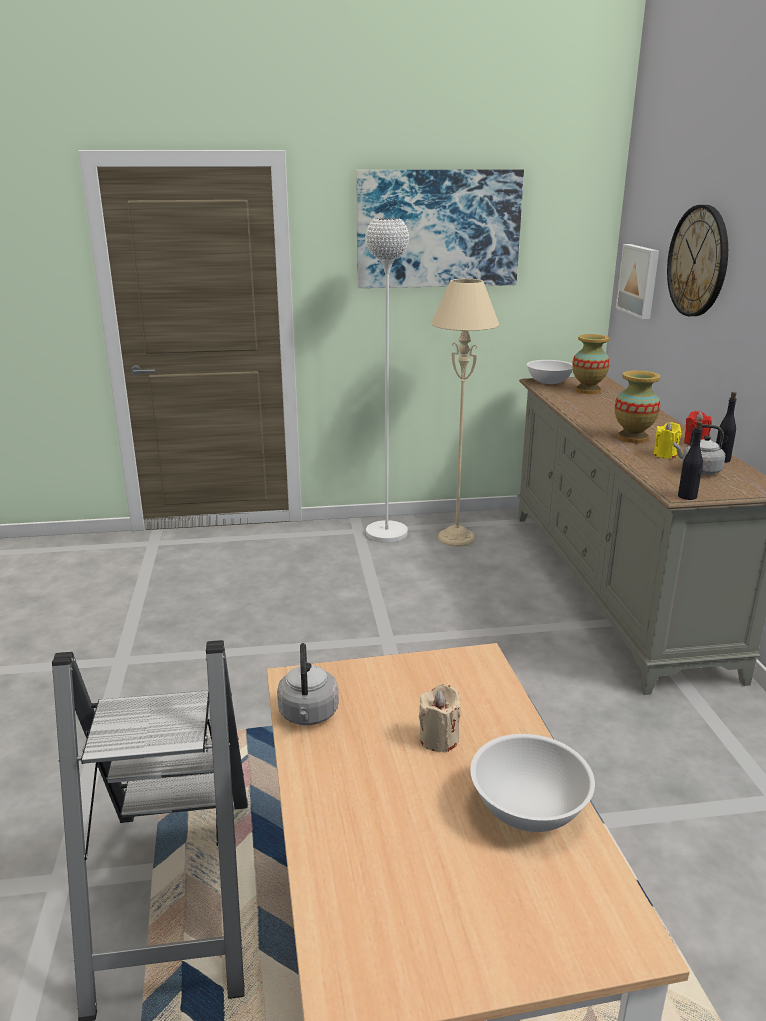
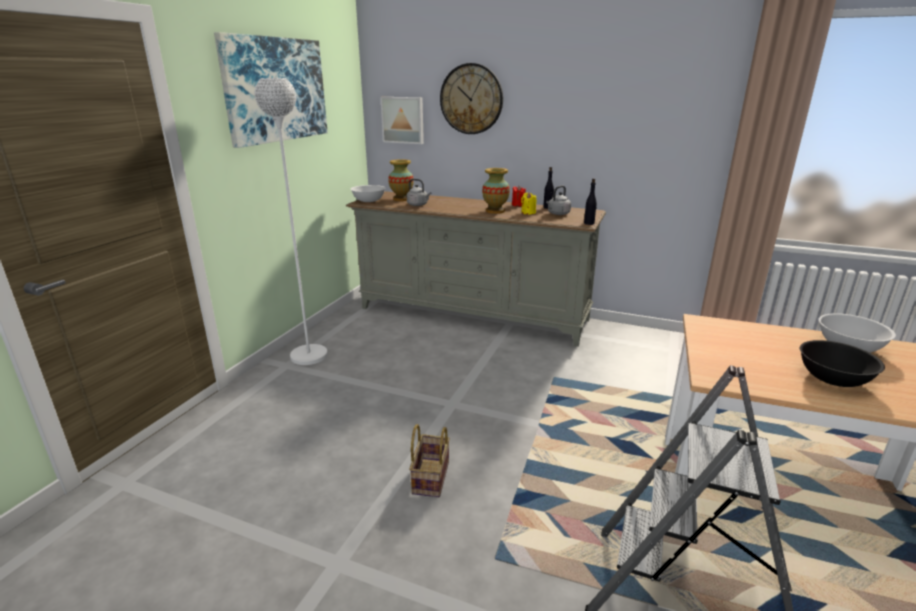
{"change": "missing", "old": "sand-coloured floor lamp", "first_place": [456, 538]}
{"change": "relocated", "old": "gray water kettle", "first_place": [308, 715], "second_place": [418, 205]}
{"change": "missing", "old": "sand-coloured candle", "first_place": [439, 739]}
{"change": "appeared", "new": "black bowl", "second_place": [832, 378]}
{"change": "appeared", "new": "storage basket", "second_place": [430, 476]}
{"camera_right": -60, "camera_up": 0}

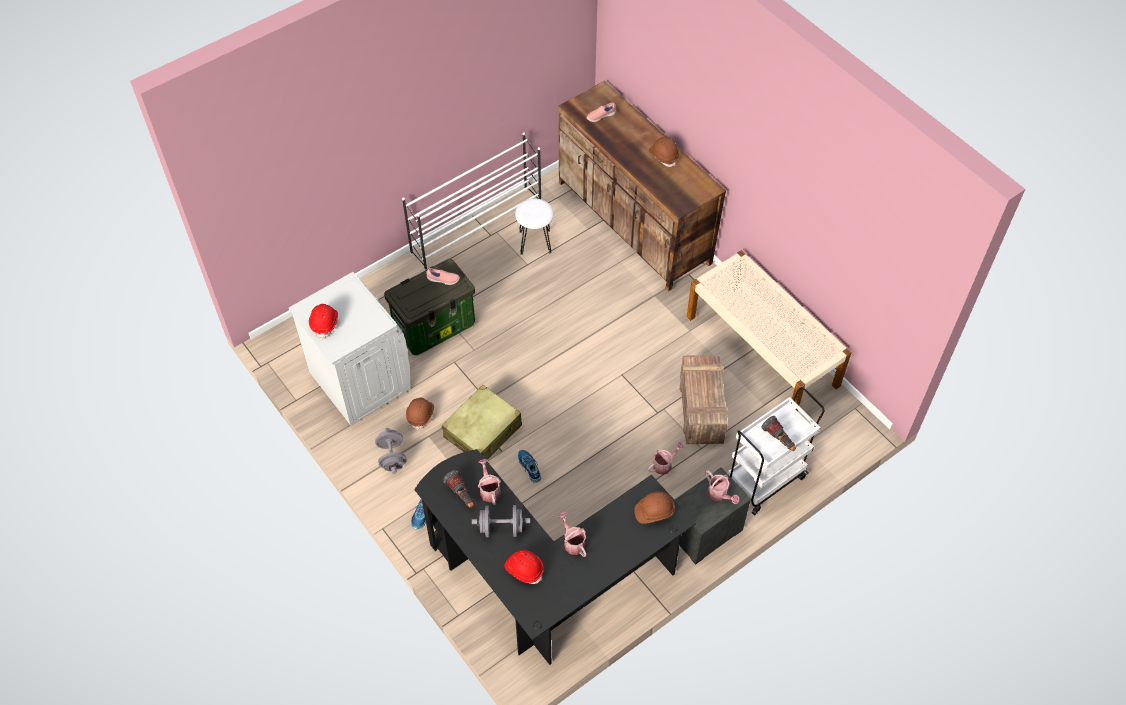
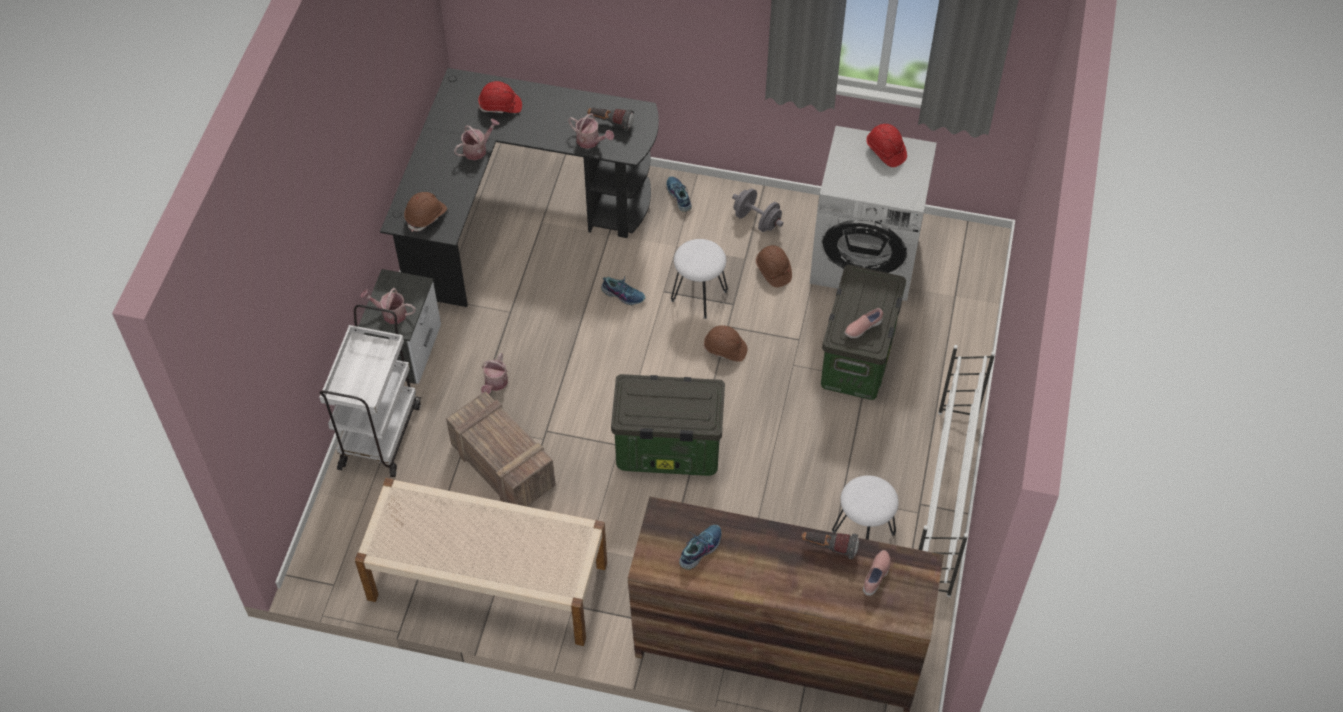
{"change": "relocated", "old": "brownish work helmet", "first_place": [663, 156], "second_place": [725, 349]}
{"change": "exchanged", "old": "sand-coloured piece of luggage", "new": "white stool seat", "first_place": [483, 431], "second_place": [699, 296]}
{"change": "relocated", "old": "hand torch", "first_place": [779, 440], "second_place": [829, 547]}
{"change": "missing", "old": "gray dumbbell", "first_place": [501, 528]}
{"change": "spun", "old": "watering pot", "first_place": [573, 542], "second_place": [477, 149], "degrees": -60}
{"change": "appeared", "new": "storage bin", "second_place": [666, 451]}
{"change": "appeared", "new": "low shoe", "second_place": [700, 549]}
{"camera_right": 140, "camera_up": 0}

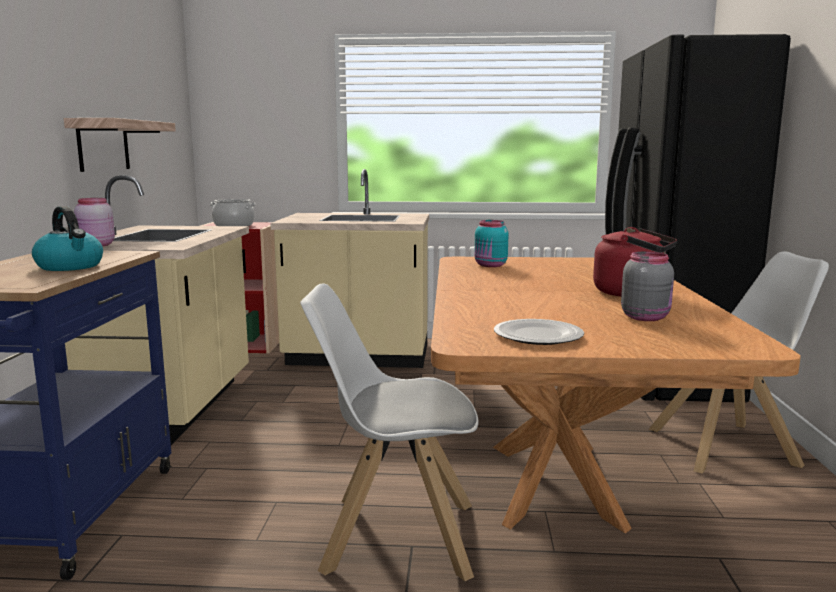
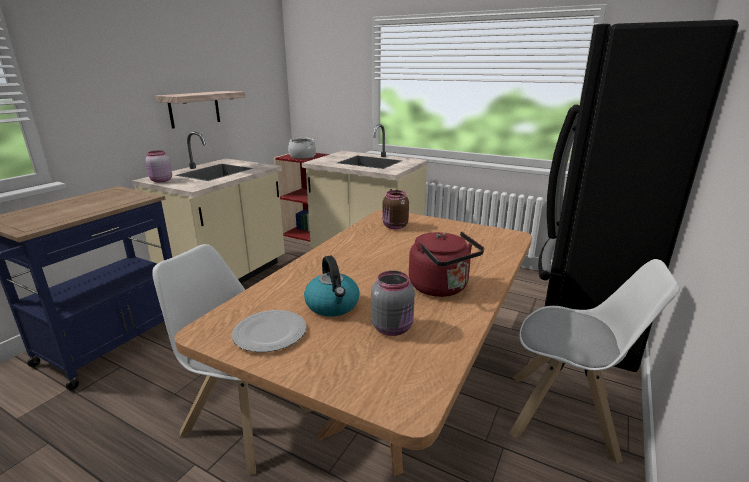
{"change": "relocated", "old": "water kettle", "first_place": [71, 266], "second_place": [333, 305]}
{"change": "colour", "old": "turquoise-coloured preserve jar", "new": "brownish preserve jar", "first_place": [490, 265], "second_place": [394, 226]}
{"camera_right": 25, "camera_up": 10}

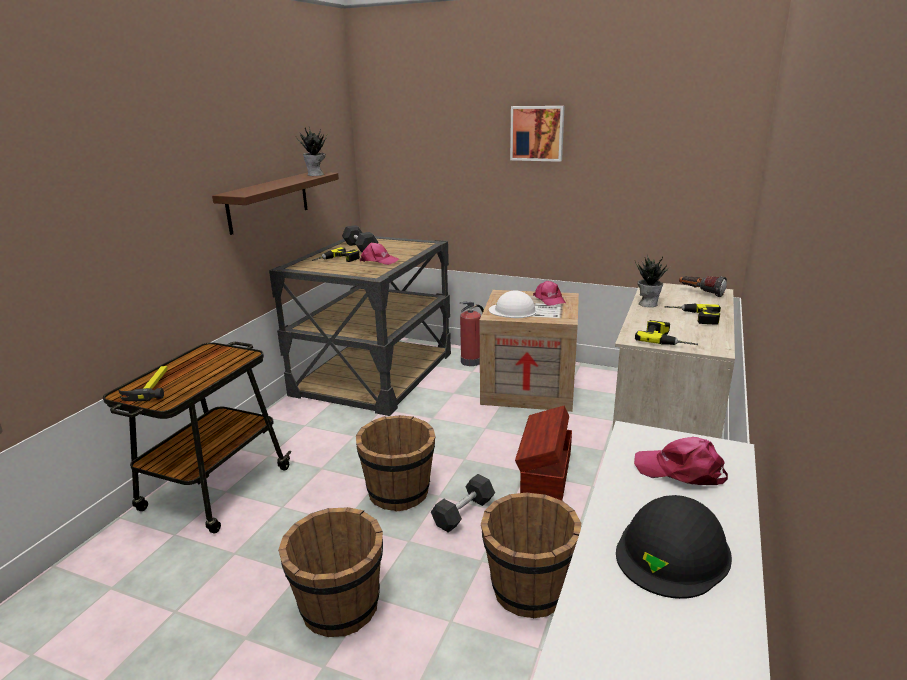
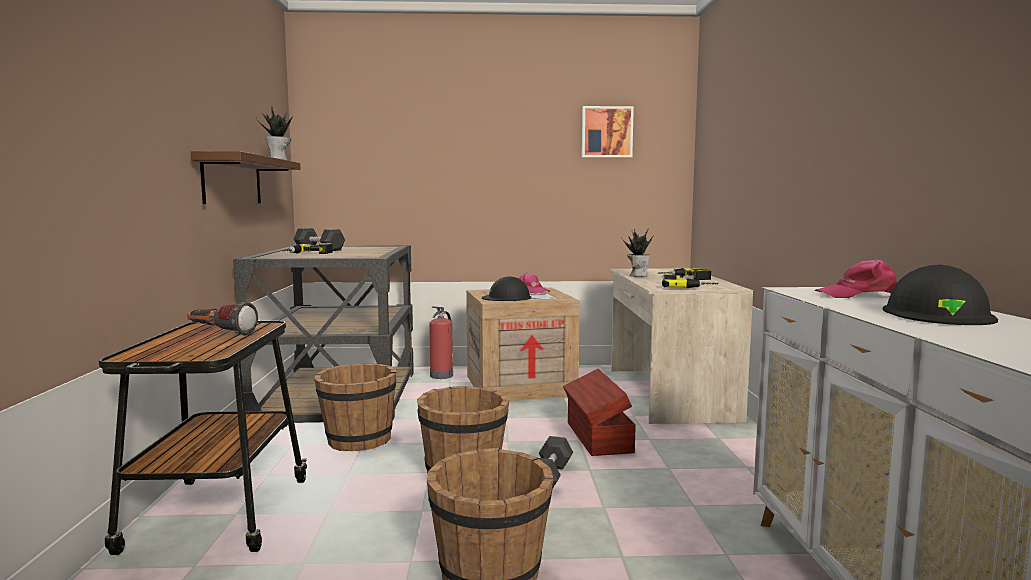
{"change": "relocated", "old": "wall picture", "first_place": [537, 133], "second_place": [606, 132]}
{"change": "missing", "old": "pinkish baseball cap", "first_place": [379, 261]}
{"change": "relocated", "old": "hand torch", "first_place": [700, 293], "second_place": [220, 333]}
{"change": "colour", "old": "white work helmet", "new": "black work helmet", "first_place": [513, 310], "second_place": [507, 297]}
{"change": "missing", "old": "hammer", "first_place": [151, 386]}
{"change": "relocated", "old": "brownish water bucket", "first_place": [528, 590], "second_place": [358, 440]}
{"camera_right": -25, "camera_up": -15}

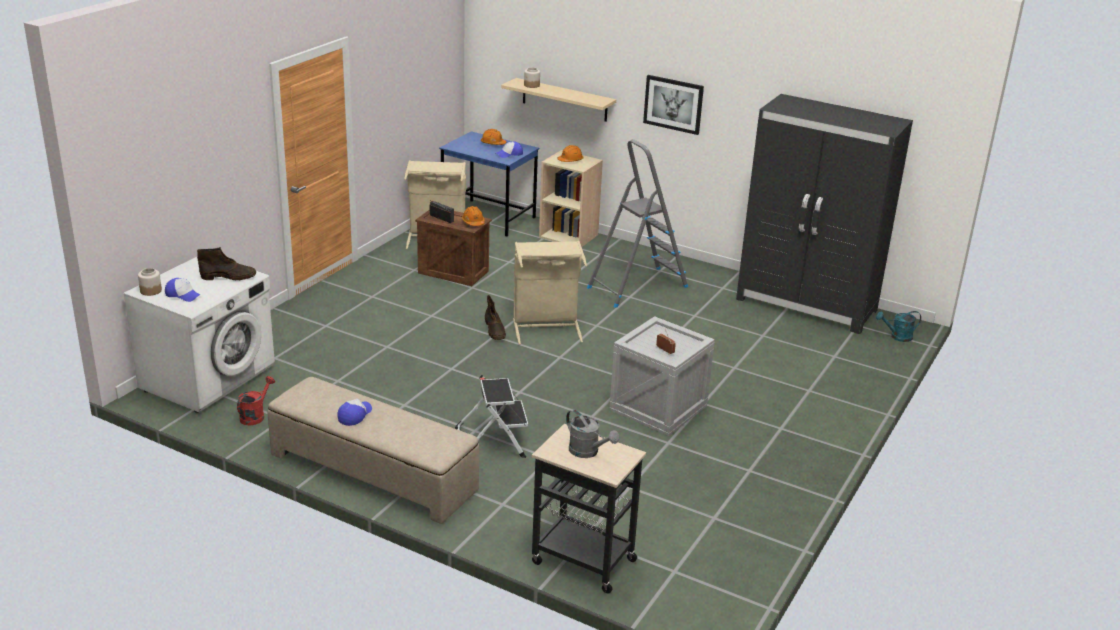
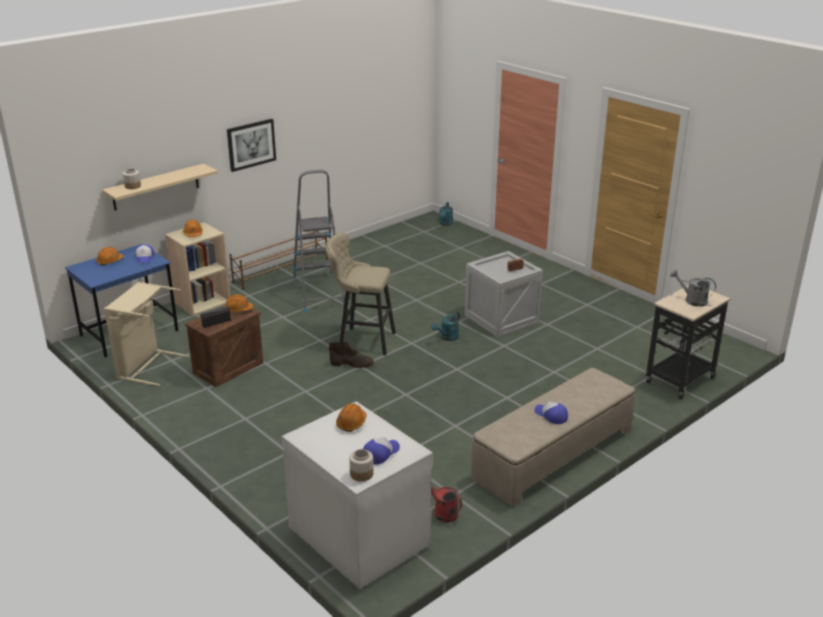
{"change": "missing", "old": "black cabinet", "first_place": [806, 305]}
{"change": "exchanged", "old": "sand-coloured laundry basket", "new": "sand-coloured stool seat", "first_place": [546, 327], "second_place": [360, 340]}
{"change": "exchanged", "old": "brownish boot", "new": "orangey work helmet", "first_place": [229, 277], "second_place": [351, 423]}
{"change": "missing", "old": "step stool", "first_place": [491, 440]}
{"change": "spun", "old": "gray watering pot", "first_place": [588, 452], "second_place": [692, 300], "degrees": -120}
{"change": "appeared", "new": "brownish shoe rack", "second_place": [281, 270]}
{"change": "appeared", "new": "turquoise-coloured watering pot", "second_place": [447, 338]}
{"camera_right": -70, "camera_up": 0}

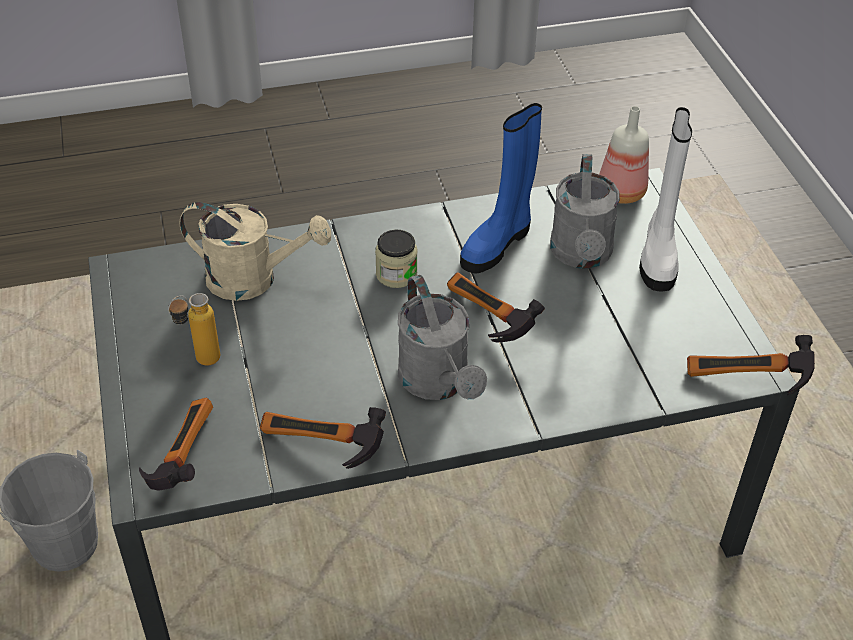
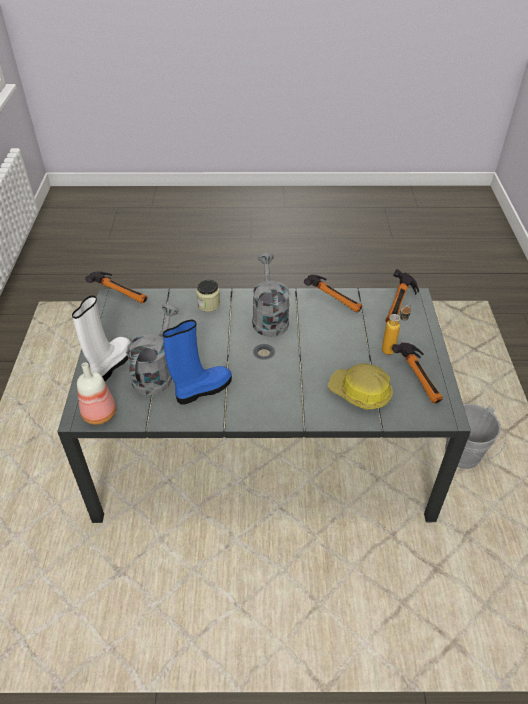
{"change": "exchanged", "old": "sand-coloured watering pot", "new": "work helmet", "first_place": [254, 279], "second_place": [360, 393]}
{"change": "relocated", "old": "preserve jar", "first_place": [396, 274], "second_place": [209, 304]}
{"change": "relocated", "old": "hammer", "first_place": [484, 320], "second_place": [420, 379]}
{"camera_right": -165, "camera_up": 0}

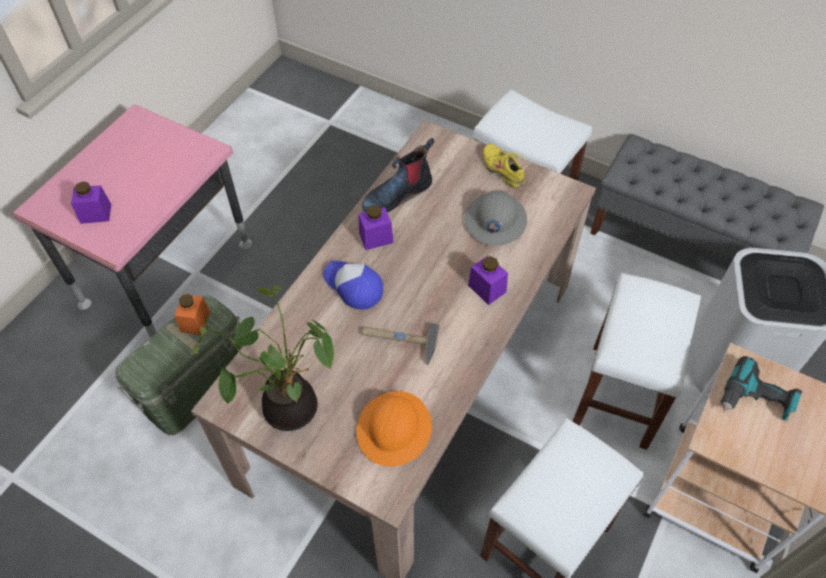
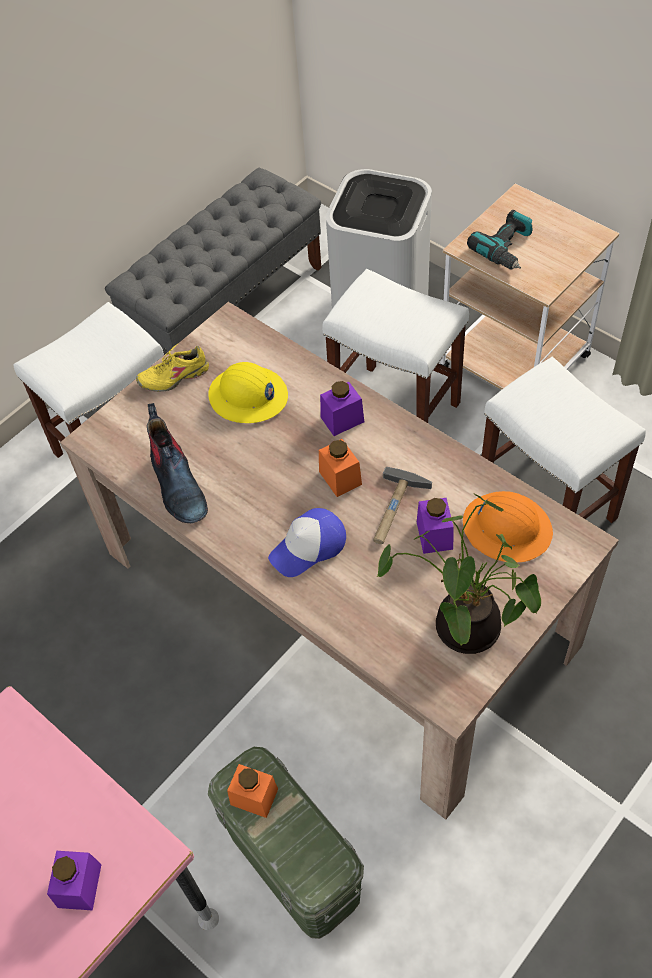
{"change": "colour", "old": "gray work helmet", "new": "yellow-coloured work helmet", "first_place": [495, 220], "second_place": [248, 397]}
{"change": "relocated", "old": "purple preserve jar", "first_place": [376, 237], "second_place": [434, 535]}
{"change": "appeared", "new": "orangey preserve jar", "second_place": [340, 478]}
{"camera_right": -75, "camera_up": 0}

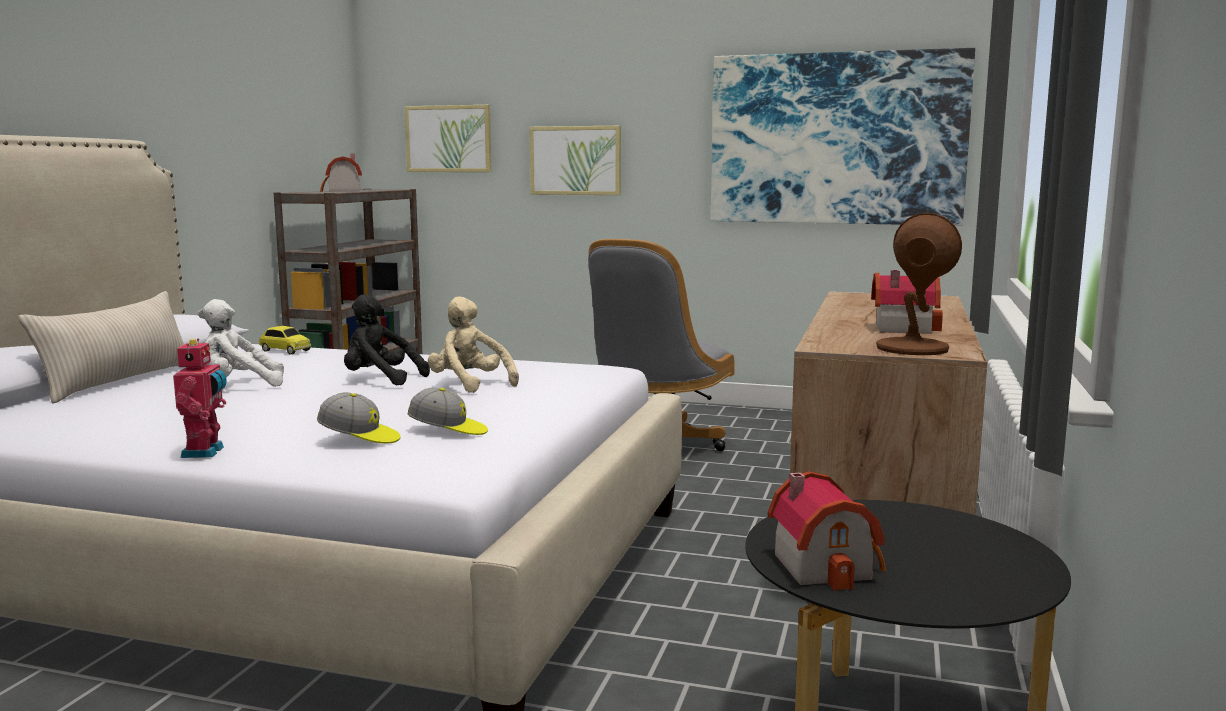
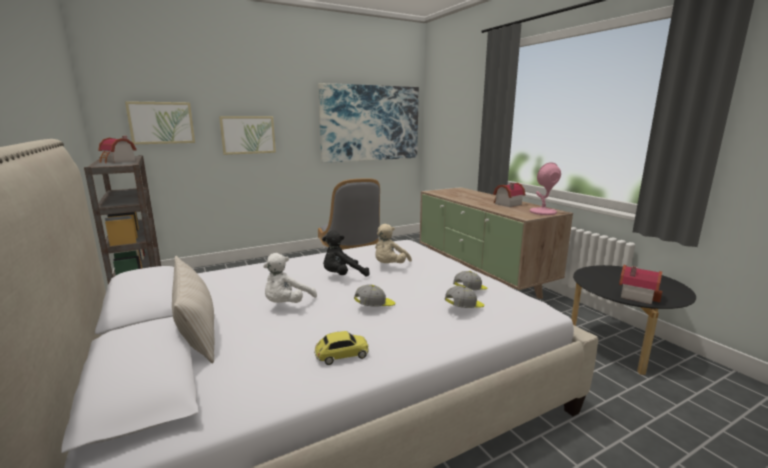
{"change": "colour", "old": "brownish lamp for a table", "new": "pinkish lamp for a table", "first_place": [911, 348], "second_place": [542, 212]}
{"change": "spun", "old": "sand-coloured cuddly toy", "first_place": [469, 385], "second_place": [389, 266], "degrees": -60}
{"change": "relocated", "old": "model car", "first_place": [285, 351], "second_place": [341, 355]}
{"change": "missing", "old": "model robot", "first_place": [206, 452]}
{"change": "appeared", "new": "baseball cap", "second_place": [375, 306]}
{"camera_right": -45, "camera_up": 5}

